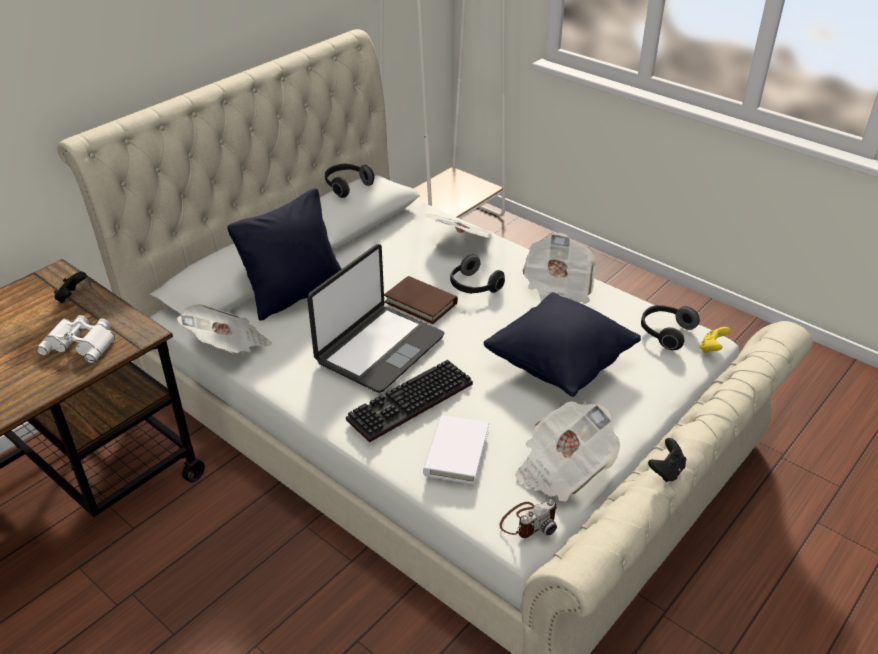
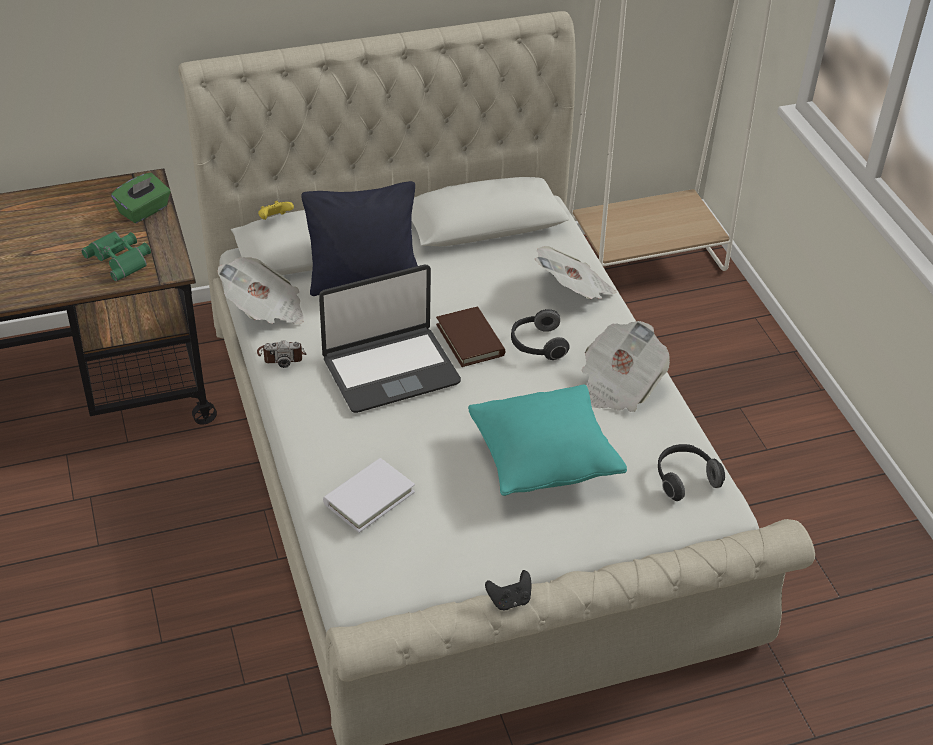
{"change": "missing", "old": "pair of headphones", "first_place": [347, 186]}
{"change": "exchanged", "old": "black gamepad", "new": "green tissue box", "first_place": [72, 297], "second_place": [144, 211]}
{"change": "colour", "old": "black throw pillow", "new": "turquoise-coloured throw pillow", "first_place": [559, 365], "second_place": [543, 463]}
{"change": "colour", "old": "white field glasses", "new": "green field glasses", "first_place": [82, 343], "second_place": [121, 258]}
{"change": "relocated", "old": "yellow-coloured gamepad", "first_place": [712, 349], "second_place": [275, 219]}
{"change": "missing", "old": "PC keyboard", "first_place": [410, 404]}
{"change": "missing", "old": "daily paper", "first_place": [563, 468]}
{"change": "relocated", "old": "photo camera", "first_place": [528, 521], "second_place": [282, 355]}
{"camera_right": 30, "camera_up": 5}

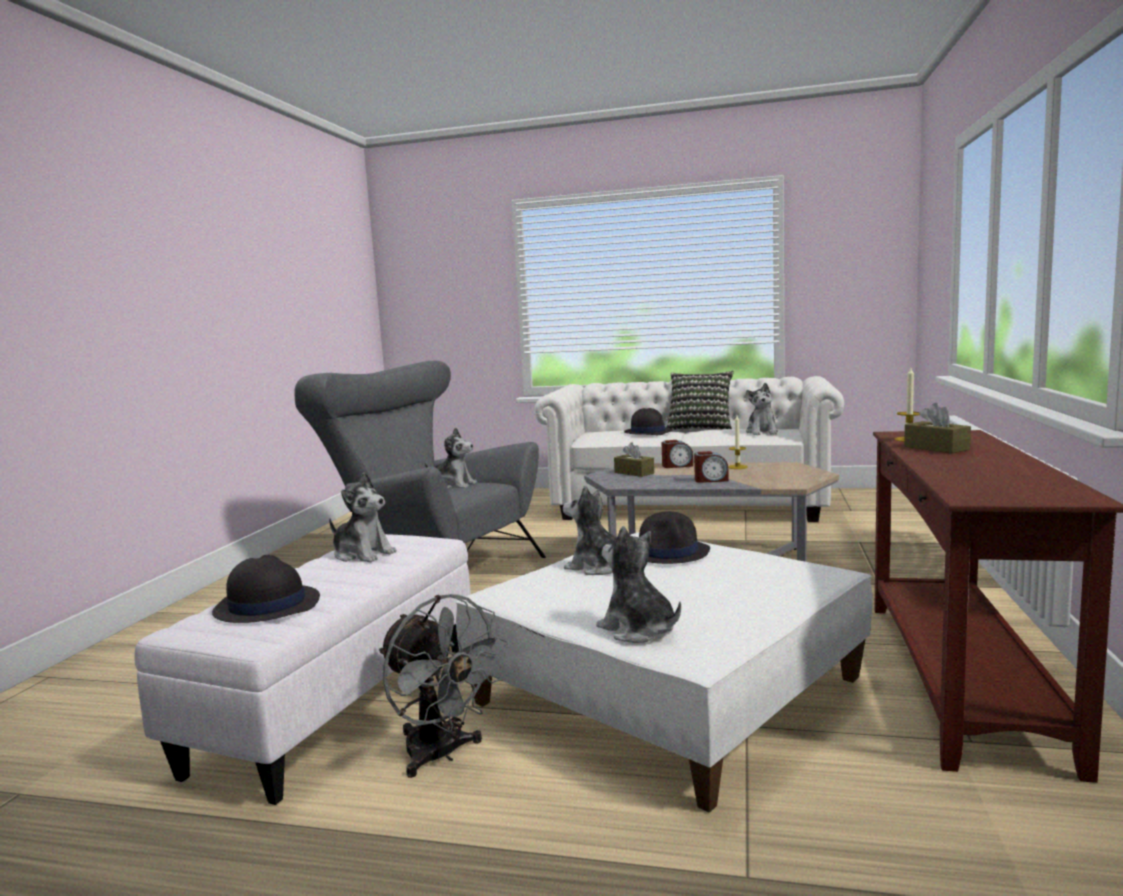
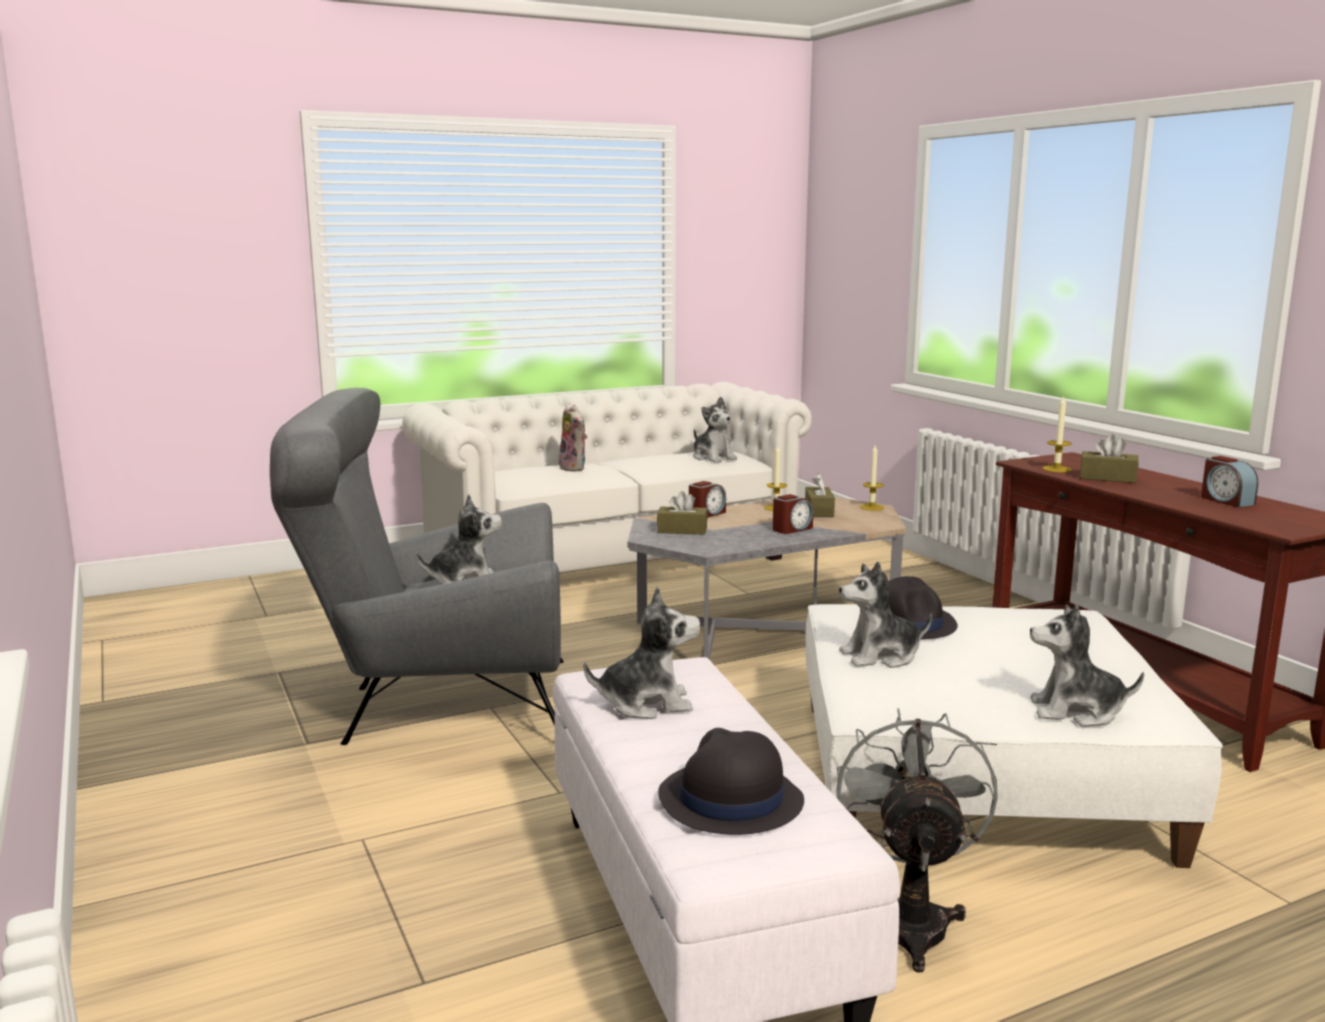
{"change": "missing", "old": "throw pillow", "first_place": [700, 428]}
{"change": "exchanged", "old": "black clothing hat", "new": "cuddly toy", "first_place": [648, 432], "second_place": [575, 468]}
{"change": "spun", "old": "gray electric fan", "first_place": [442, 755], "second_place": [910, 918], "degrees": -90}
{"change": "appeared", "new": "candle", "second_place": [872, 507]}
{"change": "appeared", "new": "table clock", "second_place": [1226, 501]}
{"change": "appeared", "new": "brownish tissue box", "second_place": [819, 511]}
{"camera_right": -40, "camera_up": 5}

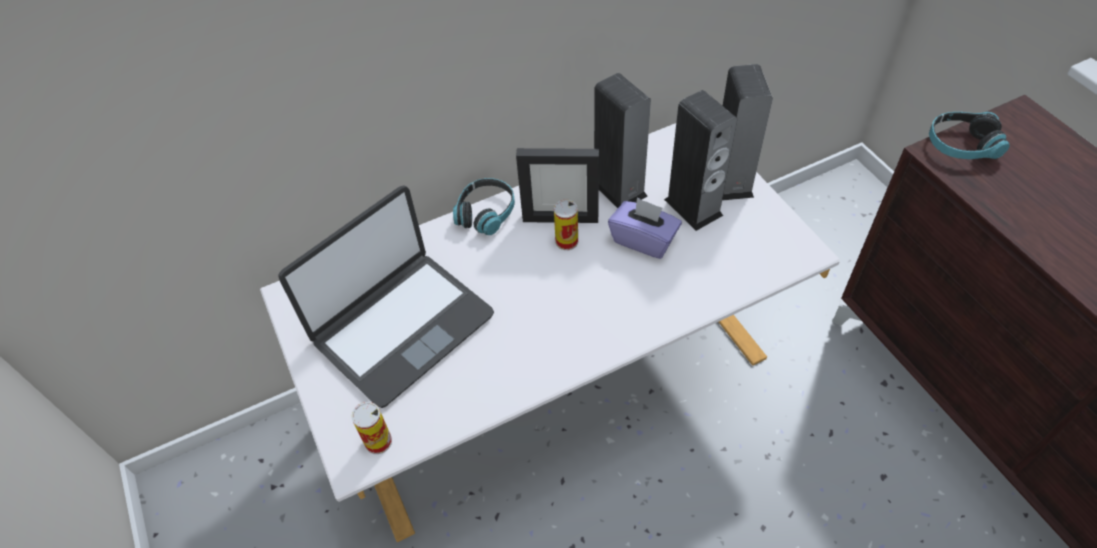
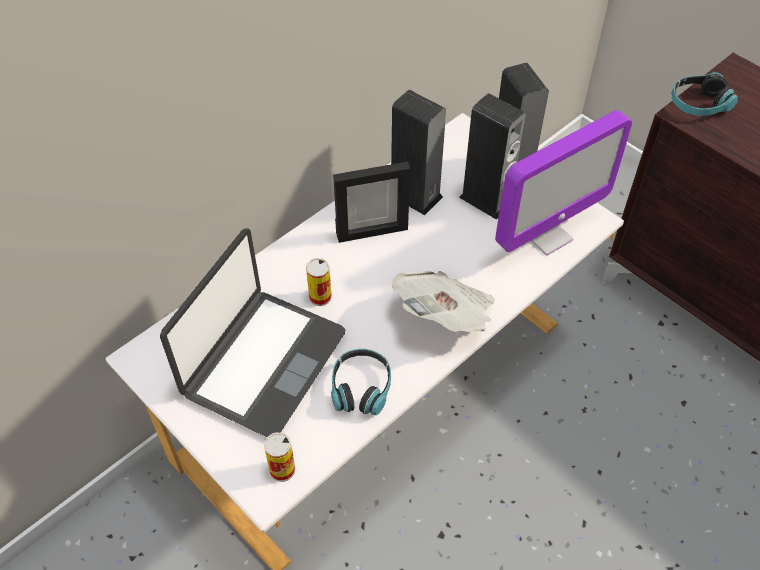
{"change": "relocated", "old": "pair of headphones", "first_place": [486, 213], "second_place": [361, 388]}
{"change": "missing", "old": "purple tissue box", "first_place": [644, 240]}
{"change": "relocated", "old": "metal can", "first_place": [566, 241], "second_place": [320, 297]}
{"change": "appeared", "new": "monitor", "second_place": [546, 235]}
{"change": "appeared", "new": "daily paper", "second_place": [445, 316]}
{"camera_right": -20, "camera_up": 0}

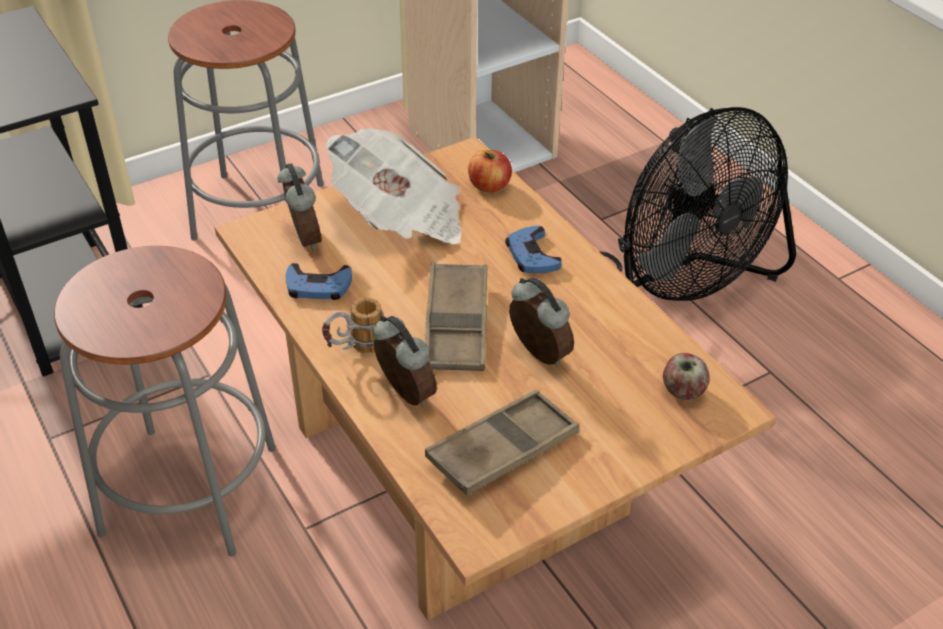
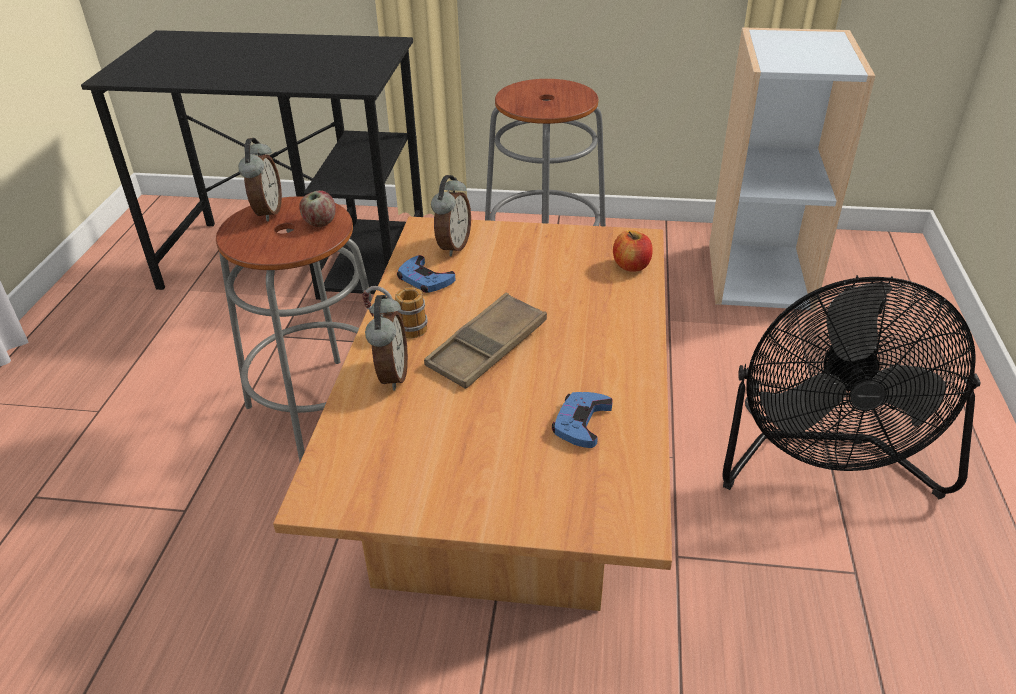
{"change": "missing", "old": "daily paper", "first_place": [400, 217]}
{"change": "relocated", "old": "bluish gamepad", "first_place": [532, 255], "second_place": [581, 422]}
{"change": "relocated", "old": "table clock", "first_place": [537, 355], "second_place": [267, 212]}
{"change": "relocated", "old": "apple", "first_place": [682, 391], "second_place": [320, 223]}
{"change": "missing", "old": "brownish tray", "first_place": [502, 449]}
{"camera_right": 40, "camera_up": -5}

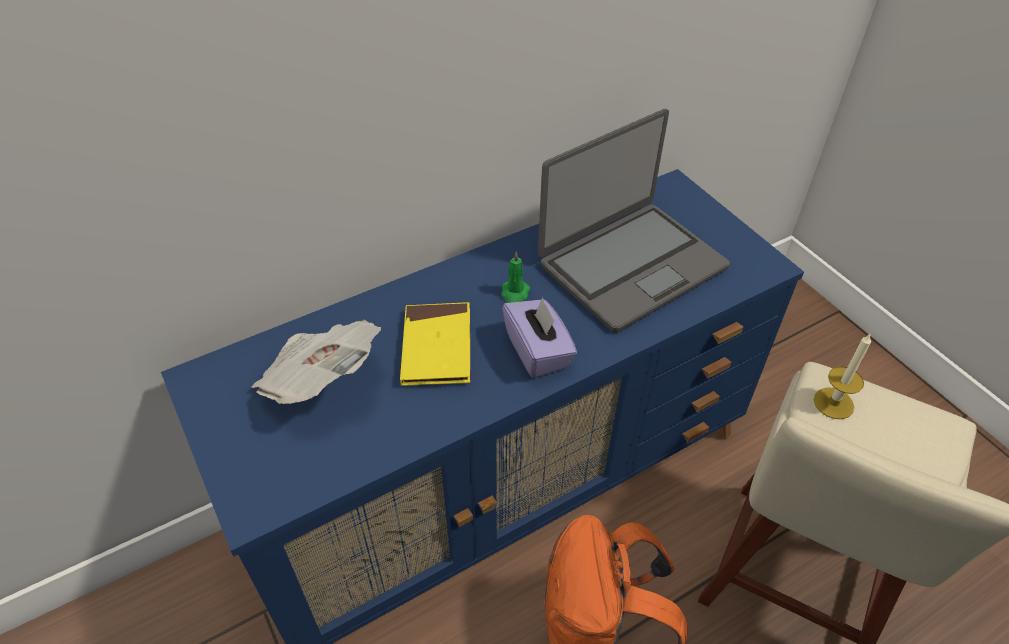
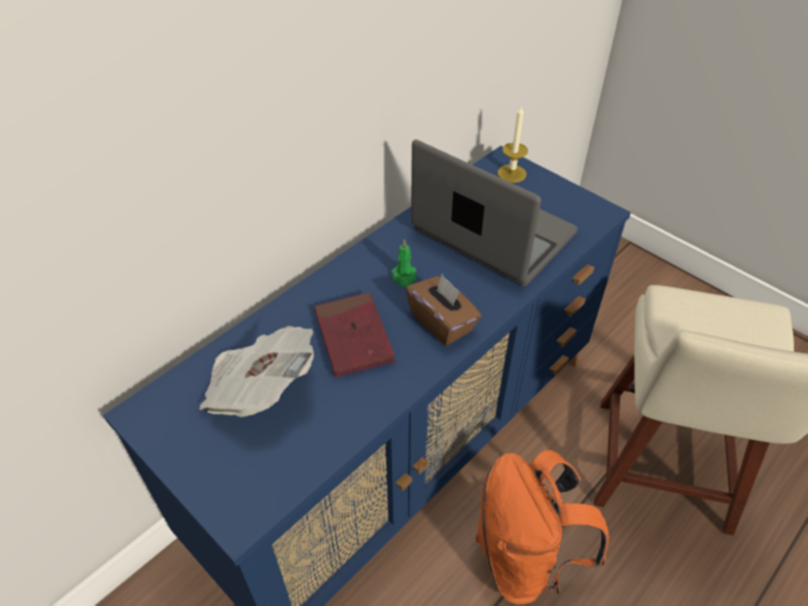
{"change": "spun", "old": "laptop", "first_place": [631, 265], "second_place": [492, 233], "degrees": -90}
{"change": "colour", "old": "purple tissue box", "new": "brownish tissue box", "first_place": [538, 352], "second_place": [442, 322]}
{"change": "colour", "old": "yellow-coloured volume", "new": "reddish volume", "first_place": [437, 347], "second_place": [353, 337]}
{"change": "relocated", "old": "candle", "first_place": [833, 403], "second_place": [511, 173]}
{"camera_right": -15, "camera_up": 0}

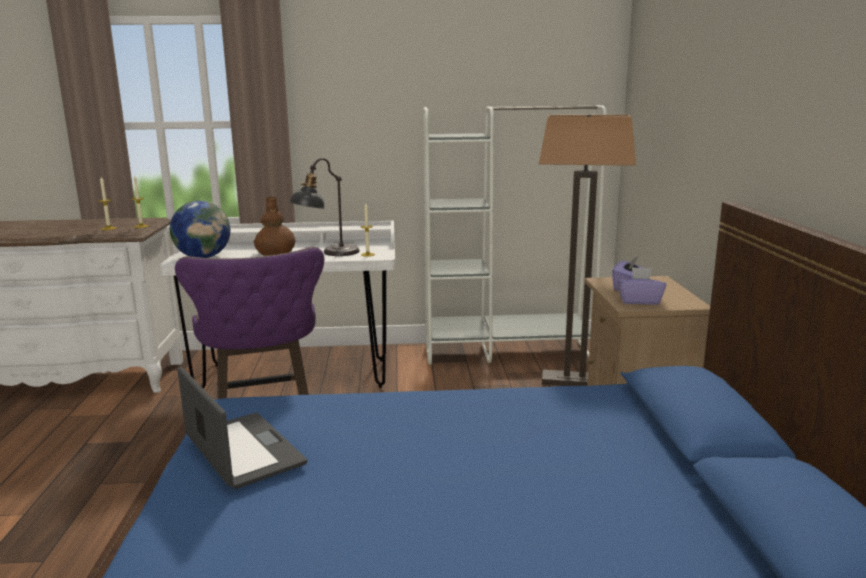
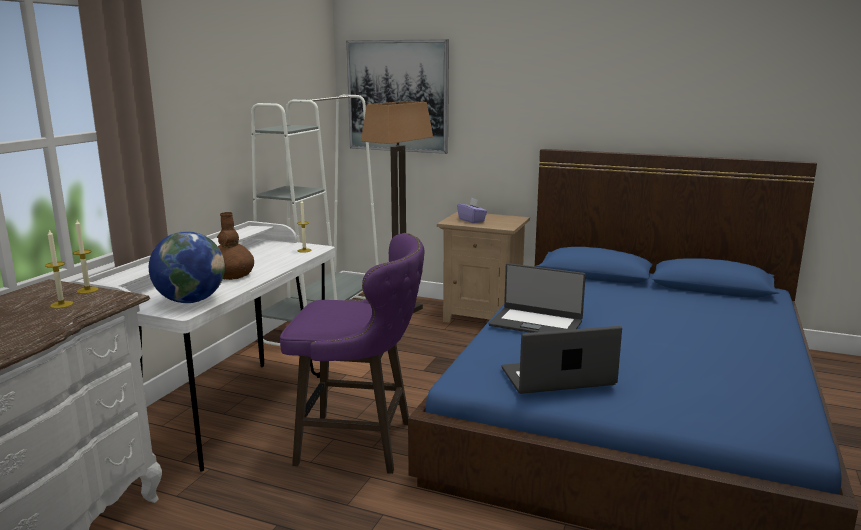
{"change": "missing", "old": "gray lamp for a table", "first_place": [327, 254]}
{"change": "missing", "old": "purple tissue box", "first_place": [639, 301]}
{"change": "appeared", "new": "wall picture", "second_place": [398, 96]}
{"change": "appeared", "new": "laptop", "second_place": [536, 323]}
{"camera_right": -65, "camera_up": 0}

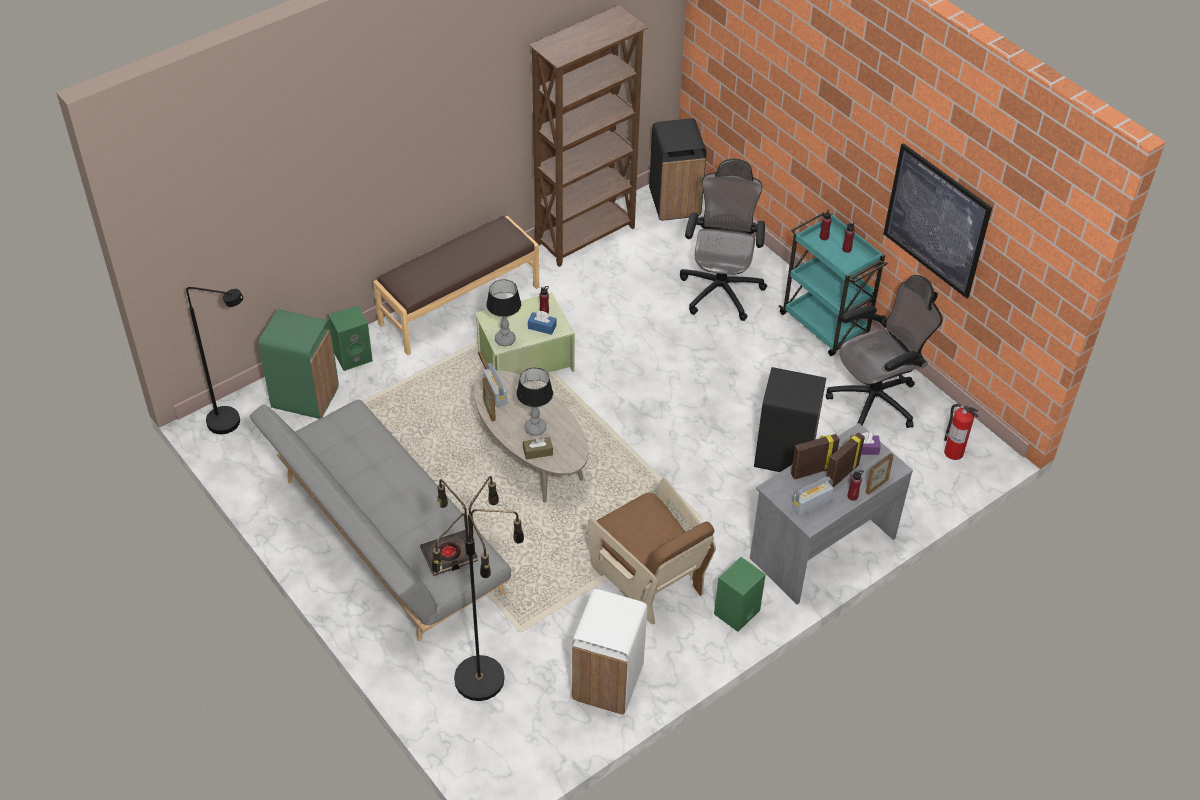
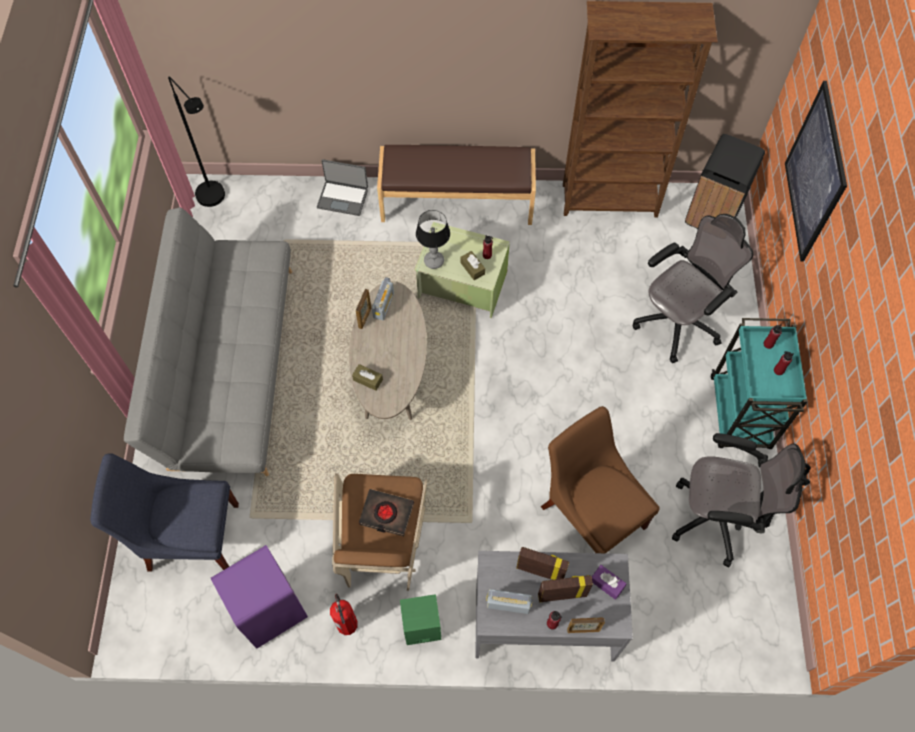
{"change": "relocated", "old": "wall picture", "first_place": [936, 220], "second_place": [815, 173]}
{"change": "exchanged", "old": "green audio speaker", "new": "laptop", "first_place": [354, 356], "second_place": [343, 198]}
{"change": "missing", "old": "green rubbish bin", "first_place": [305, 398]}
{"change": "colour", "old": "bluish tissue box", "new": "brownish tissue box", "first_place": [542, 327], "second_place": [472, 268]}
{"change": "exchanged", "old": "black rubbish bin", "new": "brownish chair", "first_place": [784, 455], "second_place": [591, 512]}
{"change": "missing", "old": "lamp for a table", "first_place": [535, 428]}
{"change": "relocated", "old": "extinguisher", "first_place": [953, 452], "second_place": [347, 624]}
{"change": "exchanged", "old": "floor lamp", "new": "bluish chair", "first_place": [480, 680], "second_place": [188, 535]}
{"change": "relocated", "old": "black volume", "first_place": [449, 555], "second_place": [386, 514]}
{"change": "colour", "old": "white rubbish bin", "new": "purple rubbish bin", "first_place": [608, 683], "second_place": [271, 611]}
{"camera_right": 40, "camera_up": 15}

